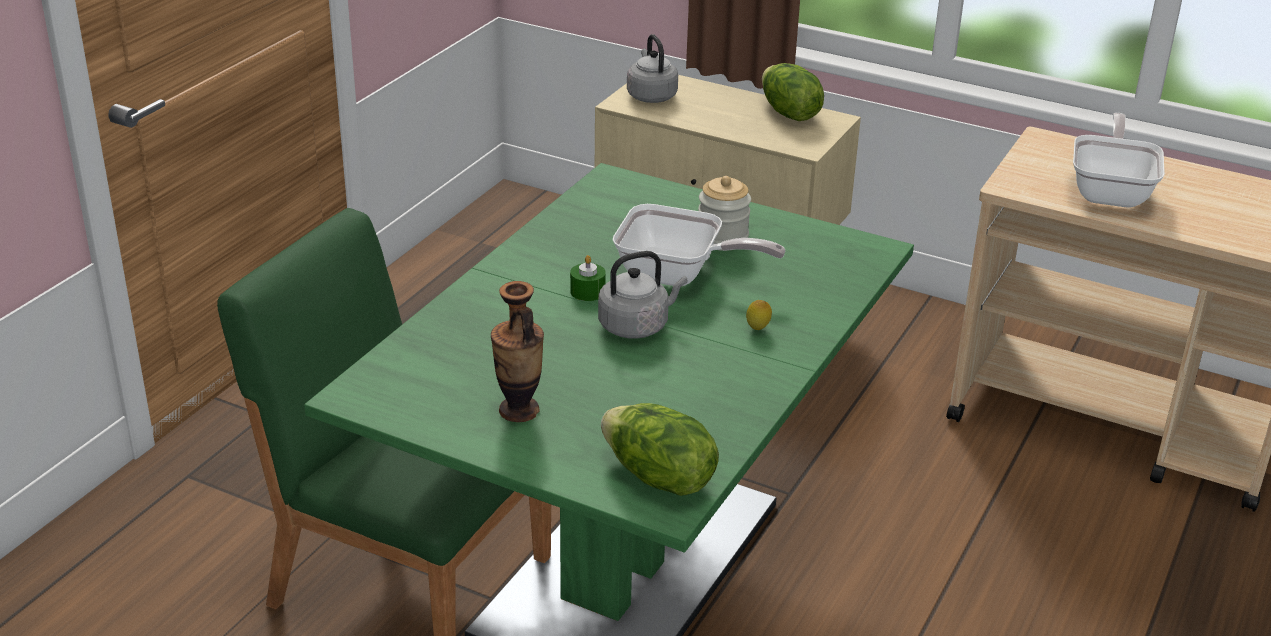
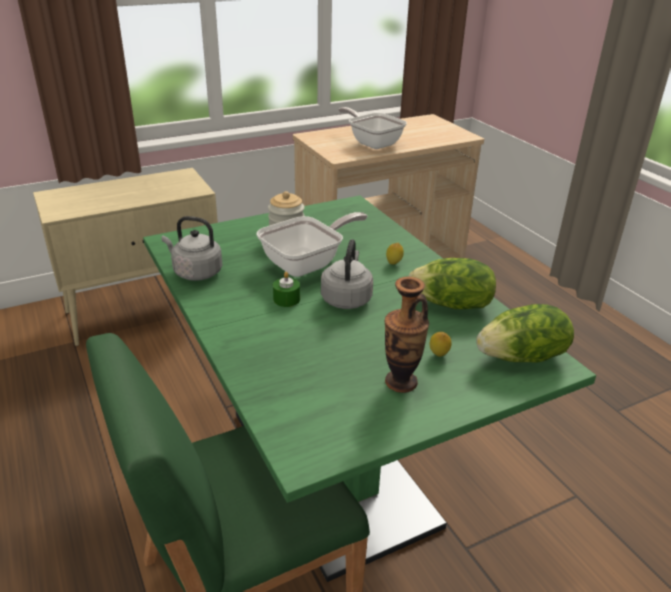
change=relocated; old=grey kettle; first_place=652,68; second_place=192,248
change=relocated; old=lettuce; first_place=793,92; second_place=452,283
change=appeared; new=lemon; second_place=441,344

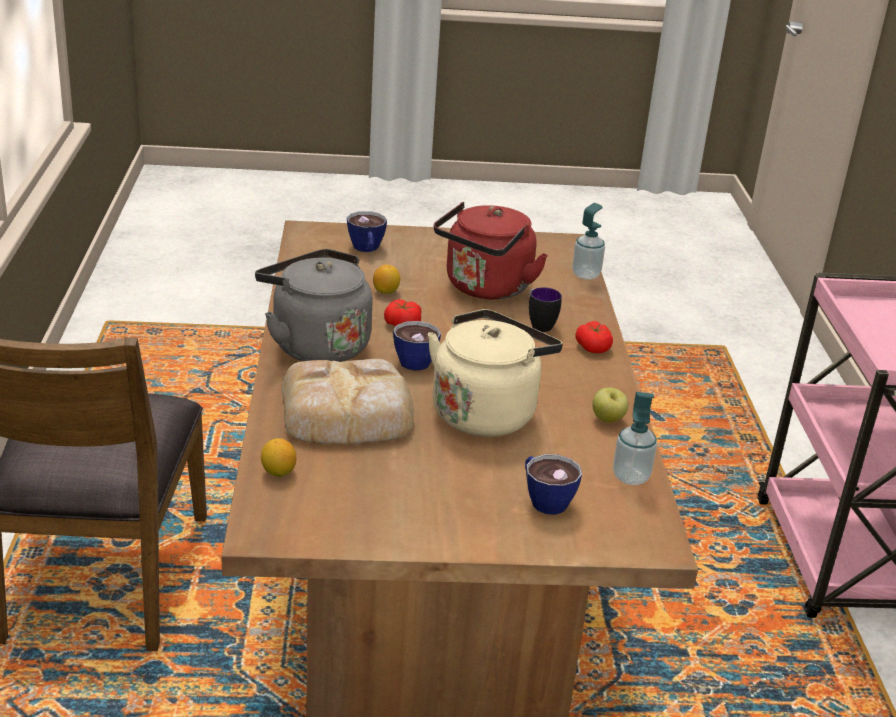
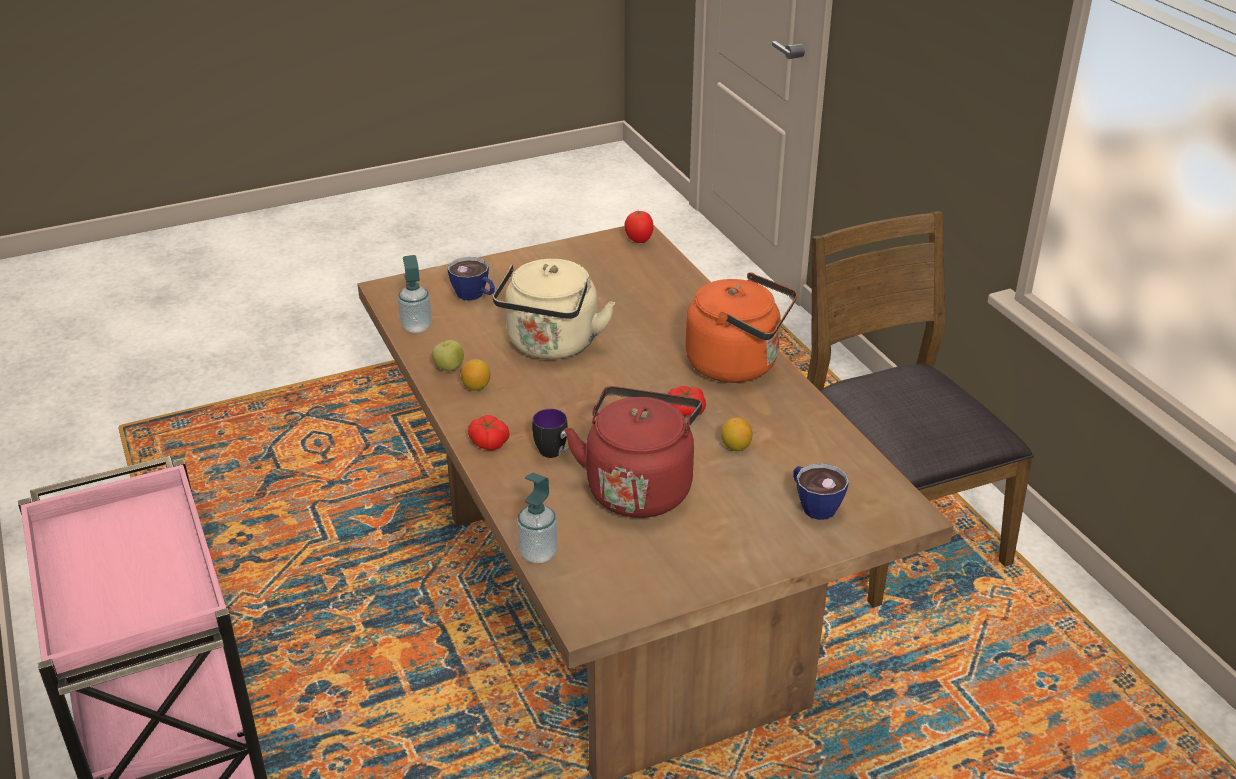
change=colour; old=grey kettle; new=orange kettle; first_place=314,305; second_place=741,327
change=missing; old=cup; first_place=417,345
change=missing; old=bread; first_place=348,402
change=relocated; old=lemon; first_place=278,457; second_place=475,375
change=appeared; new=tomato; second_place=639,227

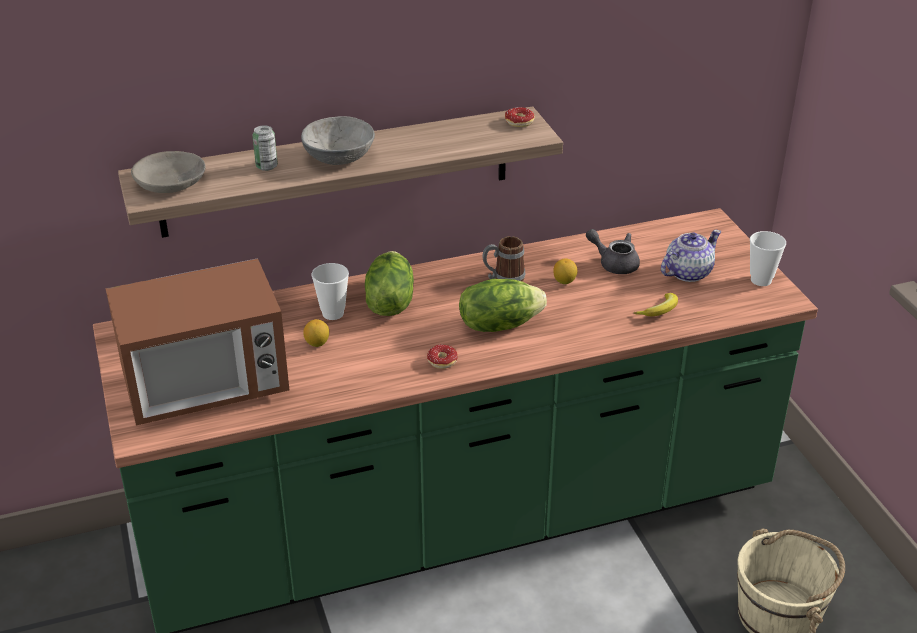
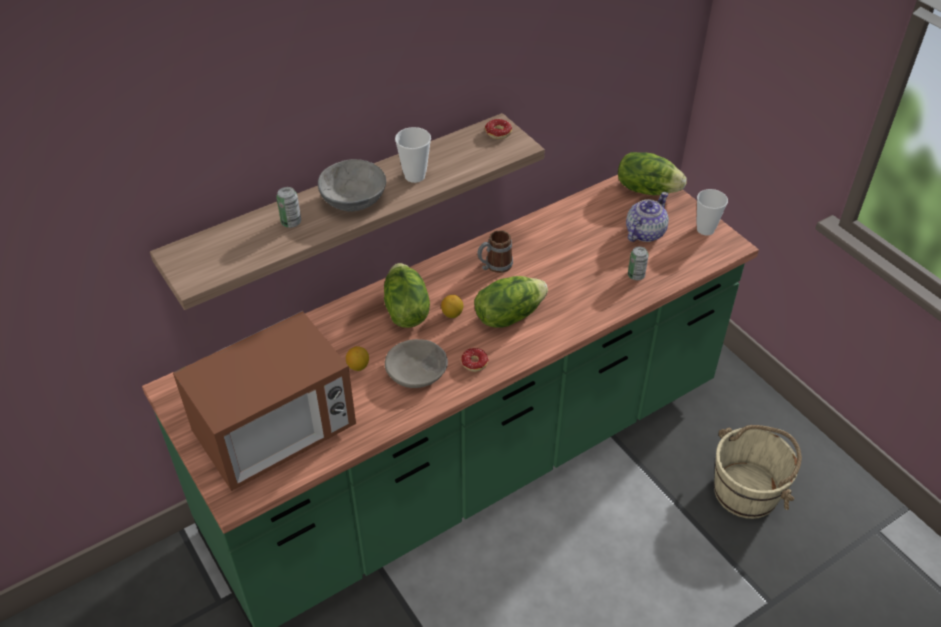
change=relocated; old=grey bowl; first_place=168,172; second_place=416,363
change=missing; old=grey teapot; first_place=613,251
change=relocated; old=lemon; first_place=565,271; second_place=452,306
change=relocated; old=cup; first_place=330,291; second_place=413,155
change=exchanged; old=banana; new=can; first_place=656,304; second_place=638,263
change=appeared; new=lettuce; second_place=652,173

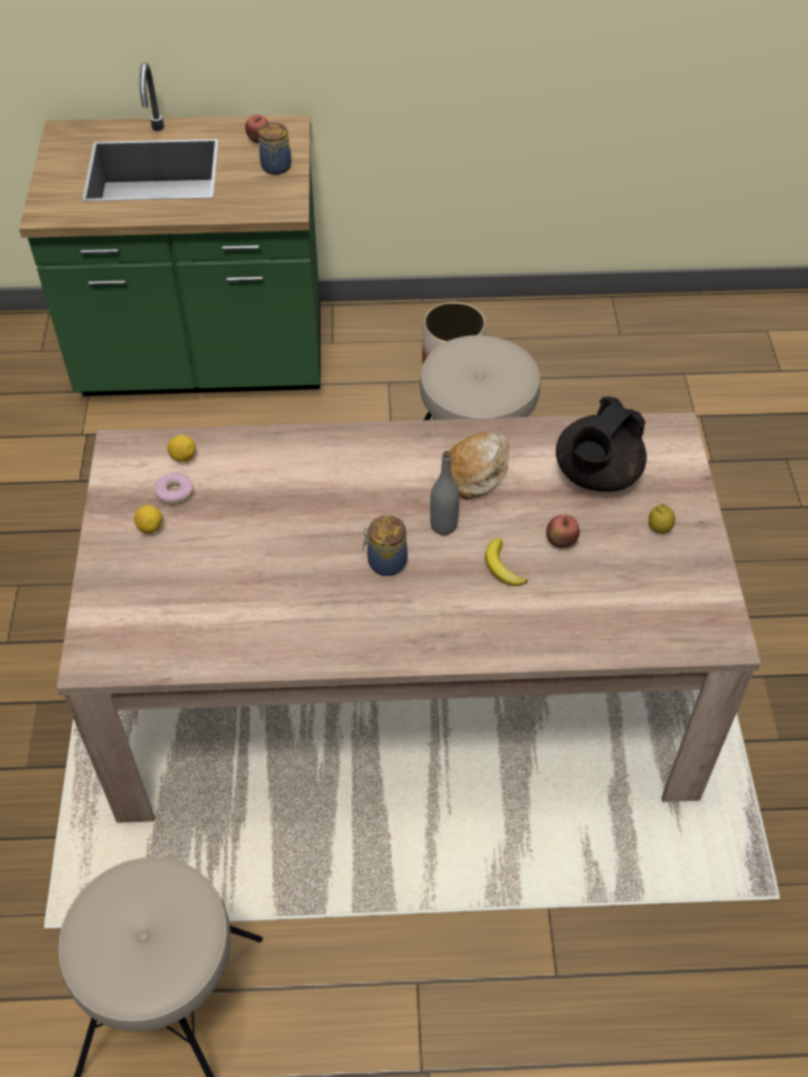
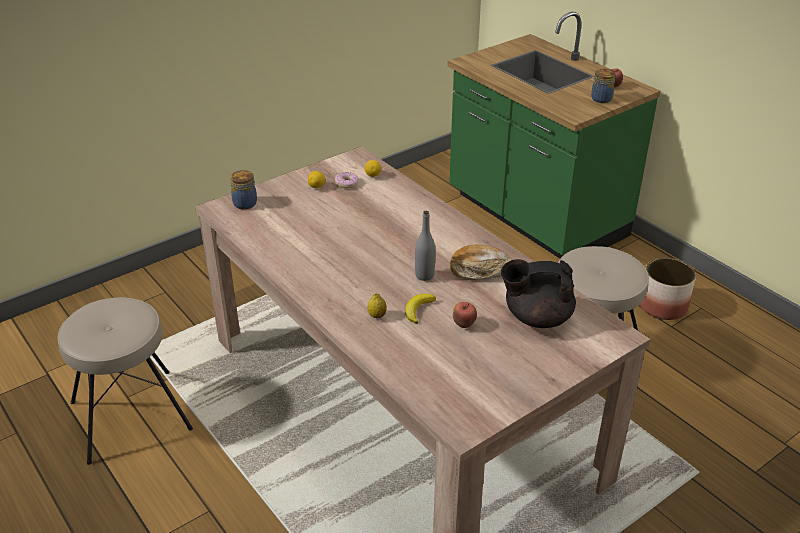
change=relocated; old=lemon; first_place=662,518; second_place=377,306
change=relocated; old=jar; first_place=385,545; second_place=243,189

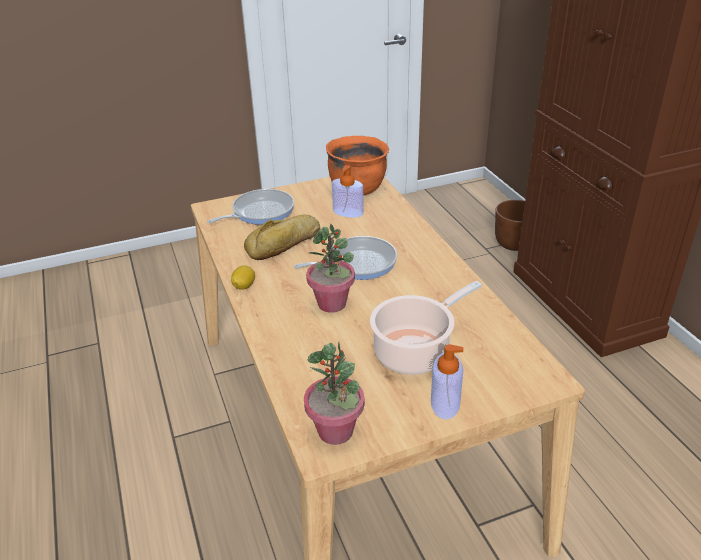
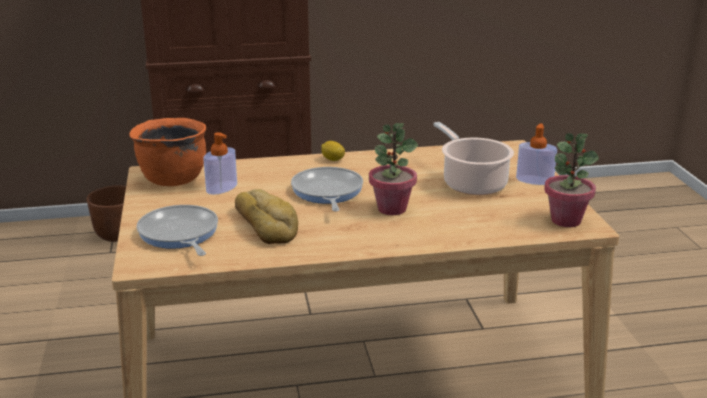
change=relocated; old=lemon; first_place=243,277; second_place=333,151

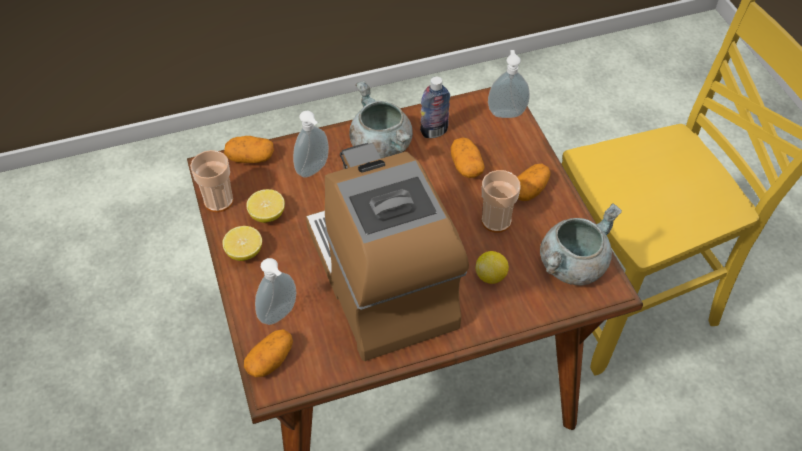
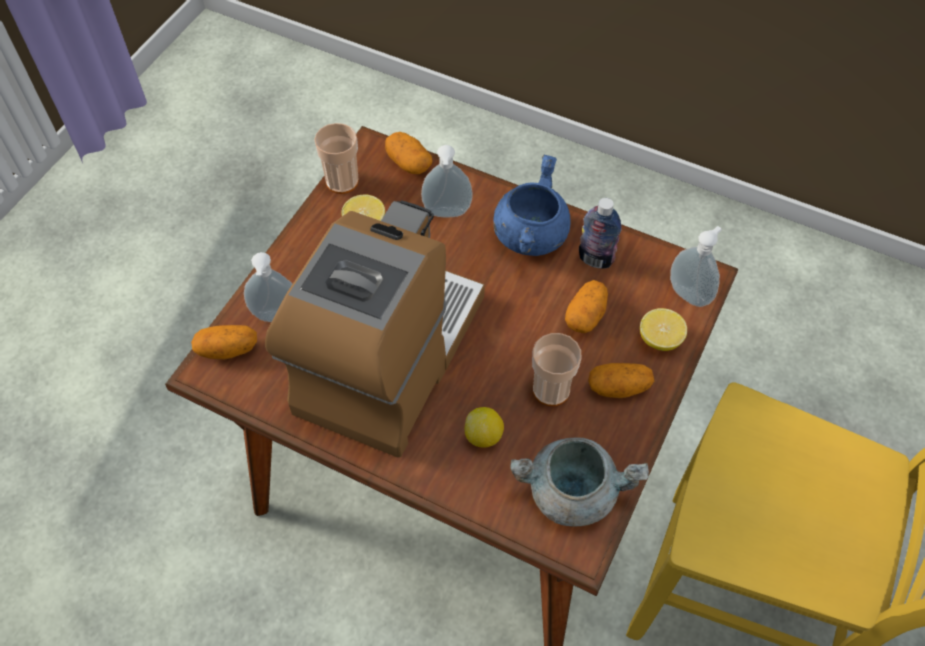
change=colour; old=grey cooking pot; new=blue cooking pot; first_place=381,120; second_place=532,205
change=relocated; old=lemon; first_place=242,243; second_place=663,329

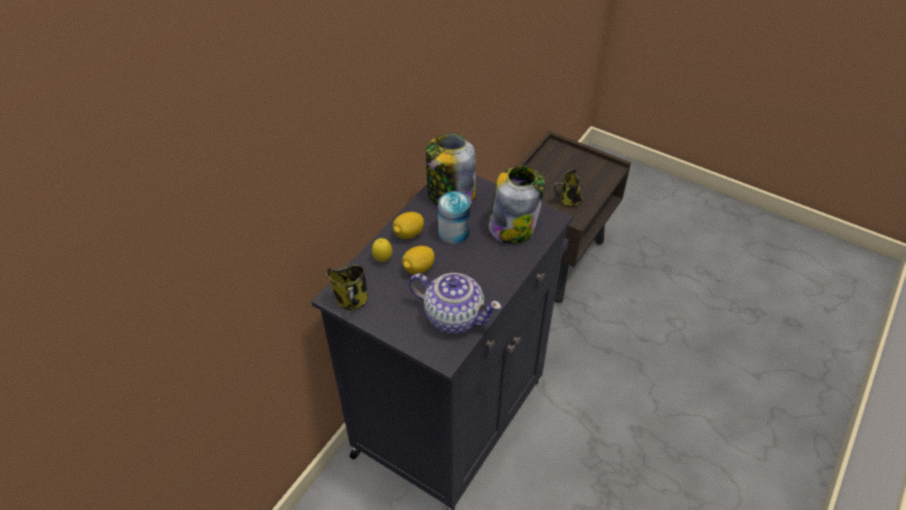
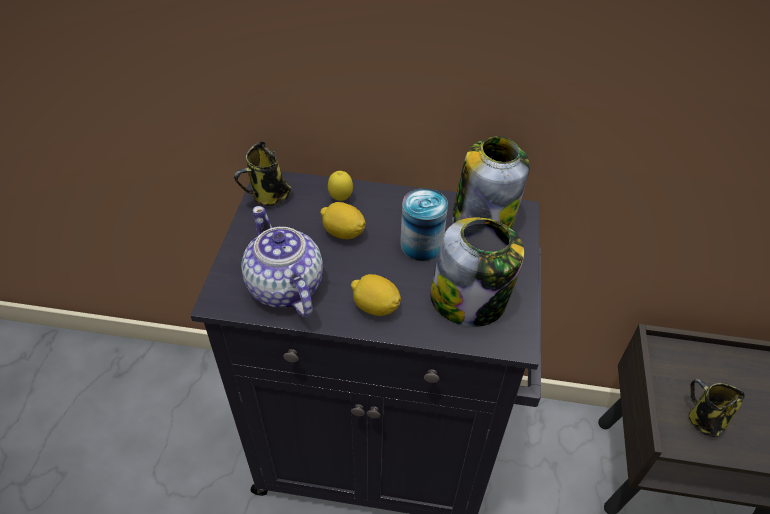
change=relocated; old=lemon; first_place=408,225; second_place=376,295
change=spun; old=teapot; first_place=455,303; second_place=282,261; degrees=150

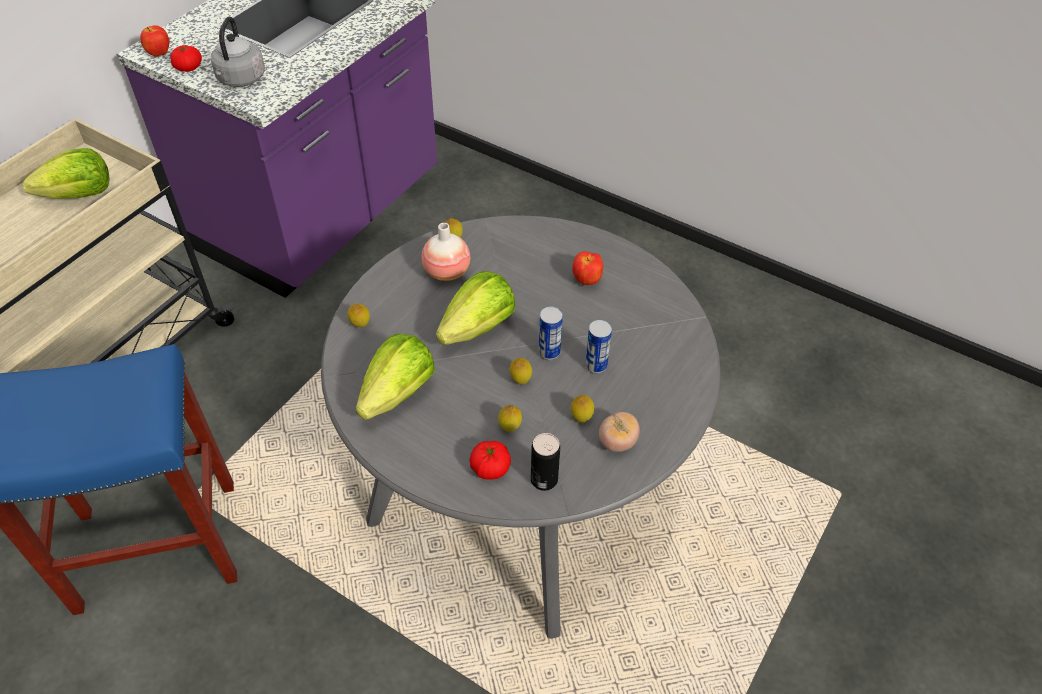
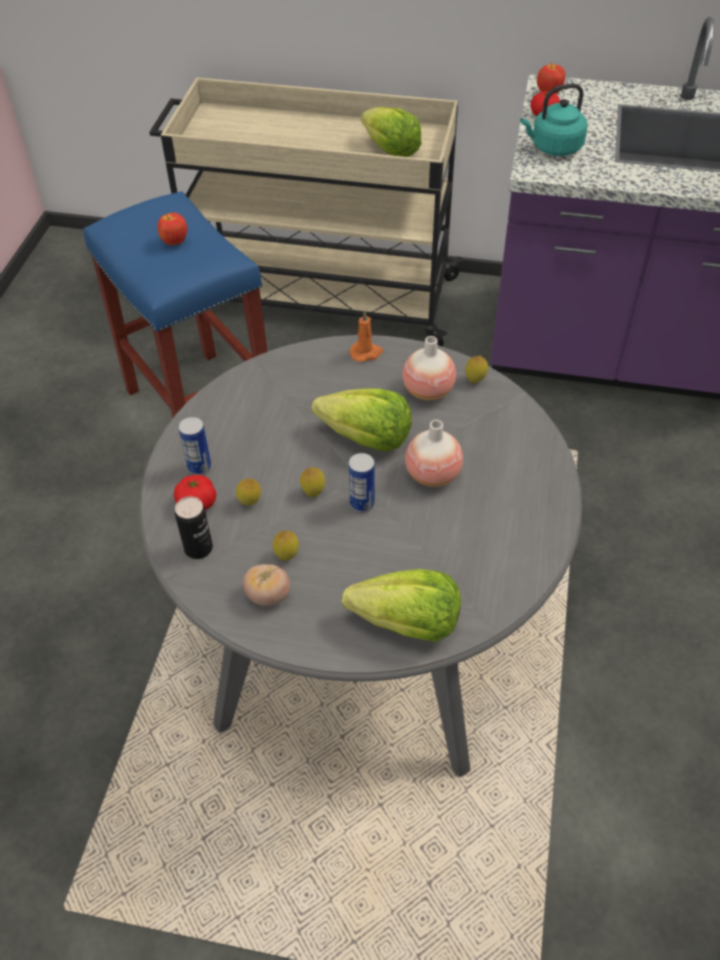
change=colour; old=grey kettle; new=turquoise kettle; first_place=238,52; second_place=554,119
change=relocated; old=apple; first_place=587,268; second_place=172,229
change=missing; old=lemon; first_place=358,315
change=relocated; old=can; first_place=598,347; second_place=194,446
change=relocated; old=lettuce; first_place=395,377; second_place=401,605
change=appeared; new=orange candle; second_place=366,336
change=appeared; new=vase; second_place=434,453

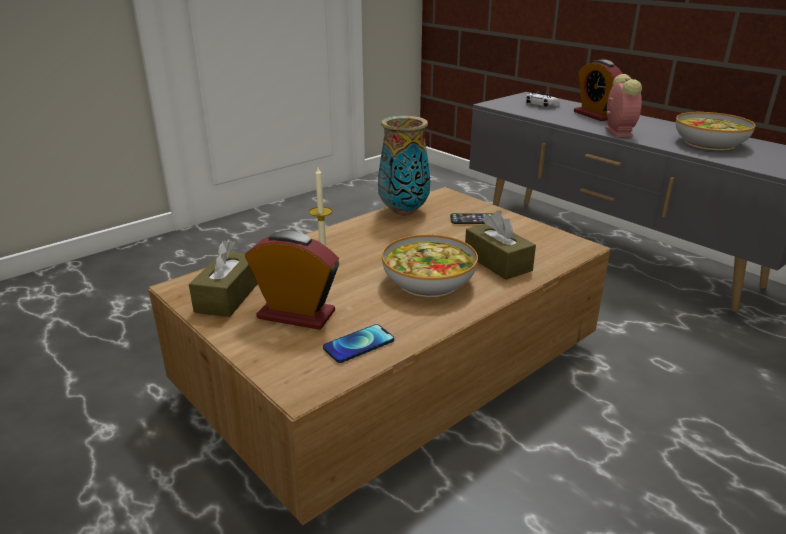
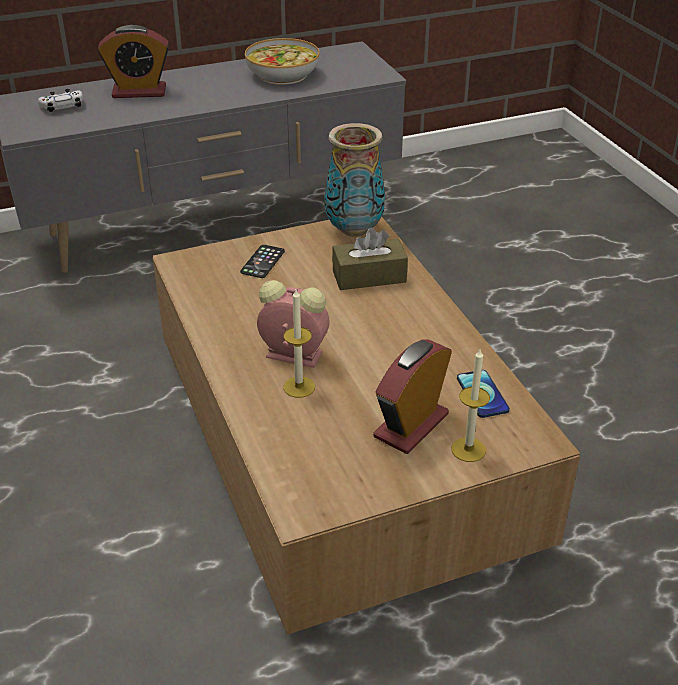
change=relocated; old=alarm clock; first_place=623,105; second_place=293,324
change=relocated; old=vase; first_place=404,165; second_place=355,180
change=missing; old=bowl; first_place=430,266
change=missing; old=brown tissue box; first_place=223,278
change=appeared; new=candle; second_place=470,405

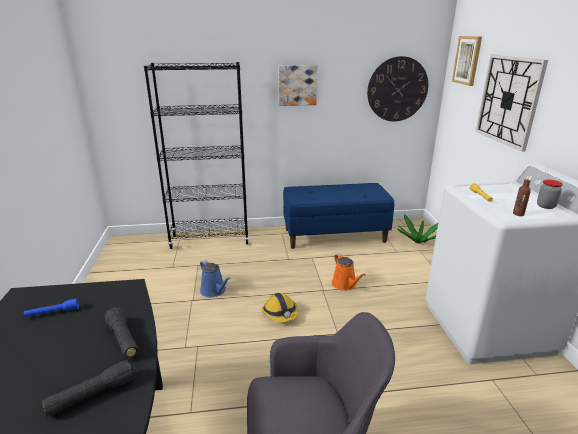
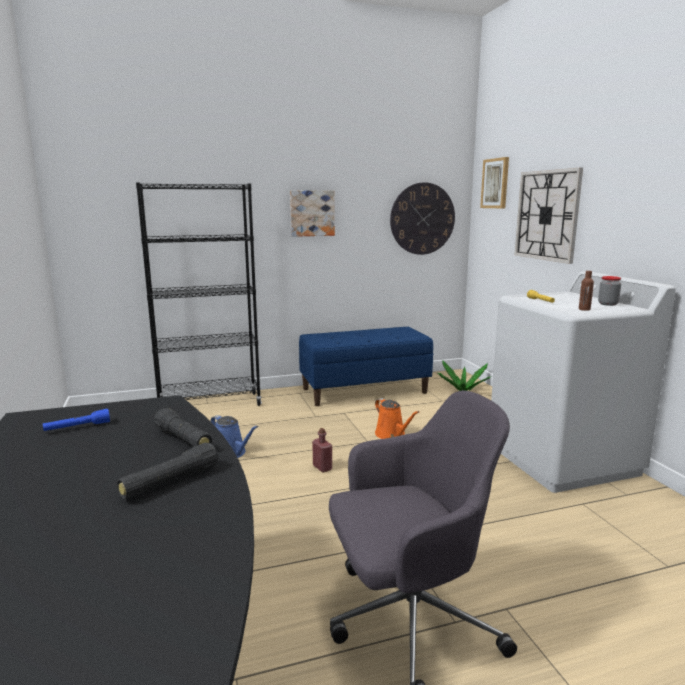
change=exchanged; old=hard hat; new=red bottle; first_place=280,308; second_place=322,450

